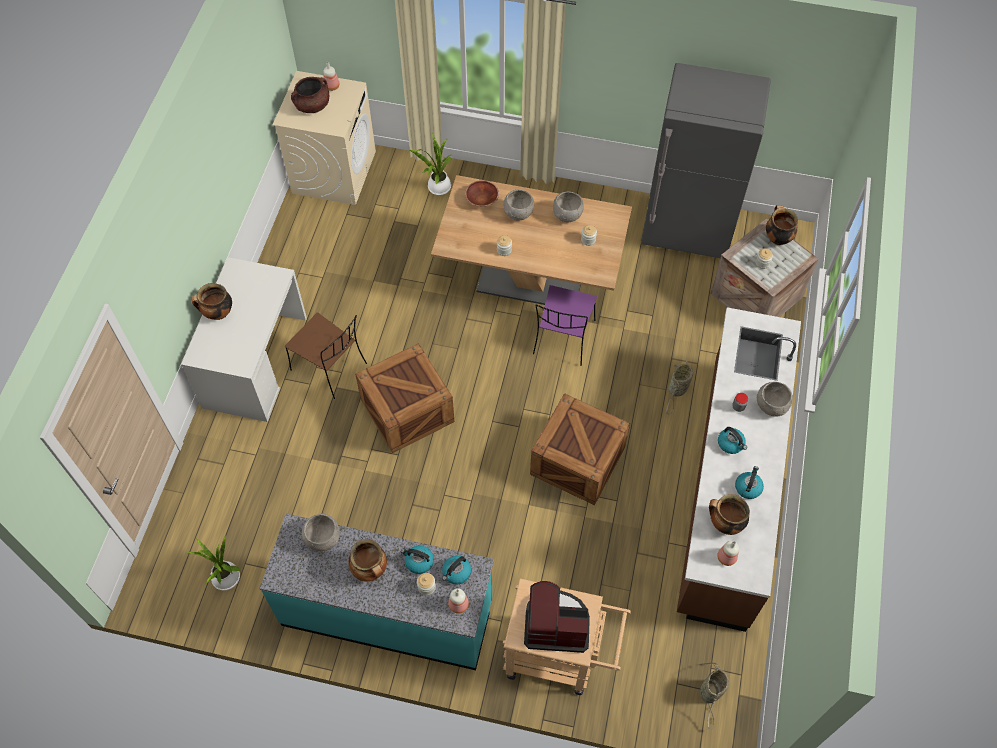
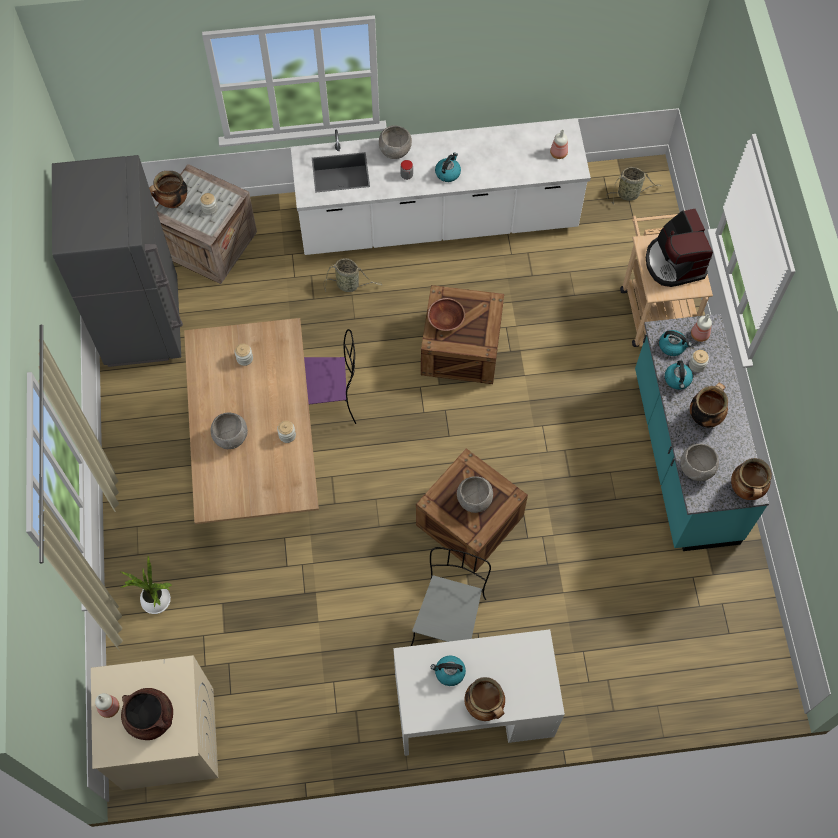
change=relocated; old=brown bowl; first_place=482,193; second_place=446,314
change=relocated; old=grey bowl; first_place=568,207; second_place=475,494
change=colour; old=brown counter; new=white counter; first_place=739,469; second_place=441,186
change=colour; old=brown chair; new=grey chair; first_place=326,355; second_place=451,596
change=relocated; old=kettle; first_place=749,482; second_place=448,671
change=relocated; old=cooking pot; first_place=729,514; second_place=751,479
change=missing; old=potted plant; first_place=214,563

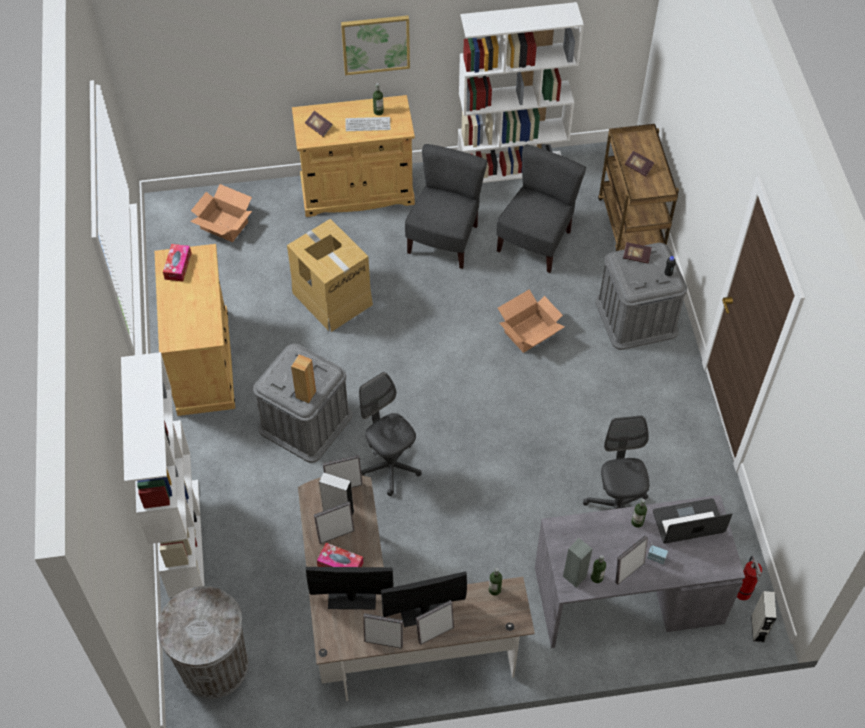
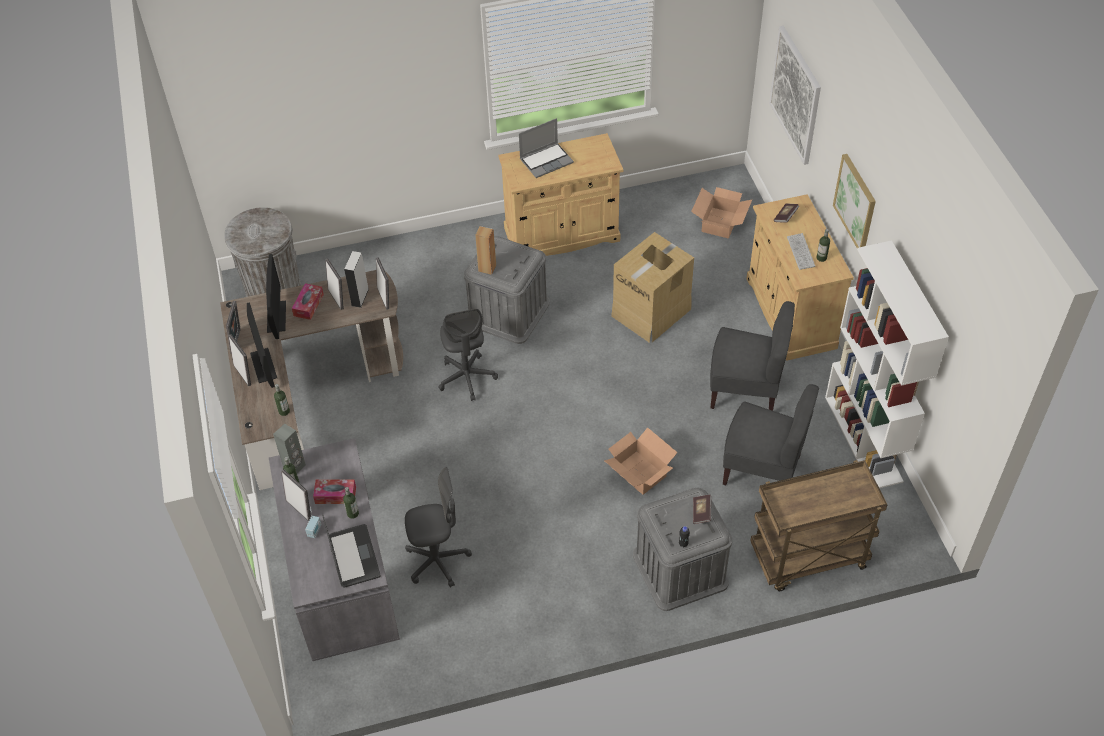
change=missing; old=book; first_place=639,164
change=relocated; old=tissue box; first_place=177,263; second_place=334,491
change=missing; old=white bookcase; first_place=163,475
change=spun; old=grey office chair; first_place=390,434; second_place=468,355; degrees=120
change=missing; old=fire extinguisher; first_place=749,578
change=missing; old=white speaker; first_place=764,616
change=appeared; new=picture; second_place=795,95
change=appeared; new=laptop; second_place=546,148

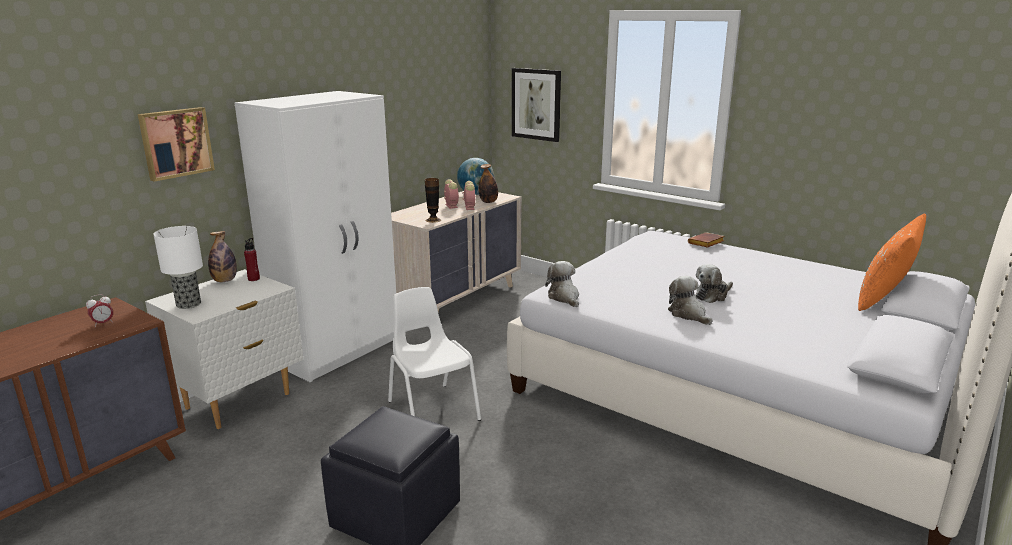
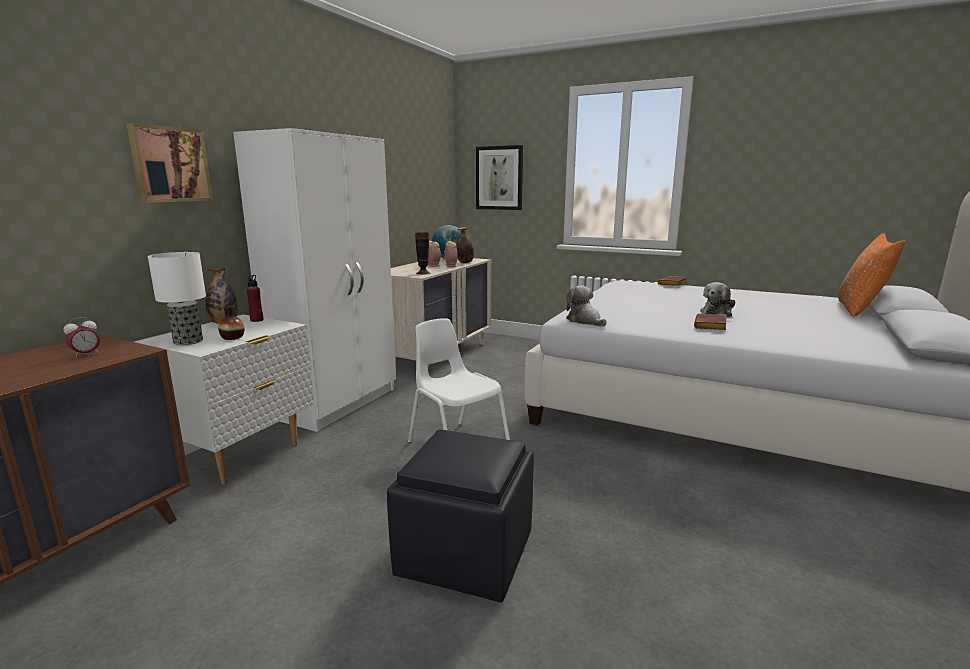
change=exchanged; old=plush toy; new=brown book; first_place=690,300; second_place=710,322
change=appeared; new=vase; second_place=231,322

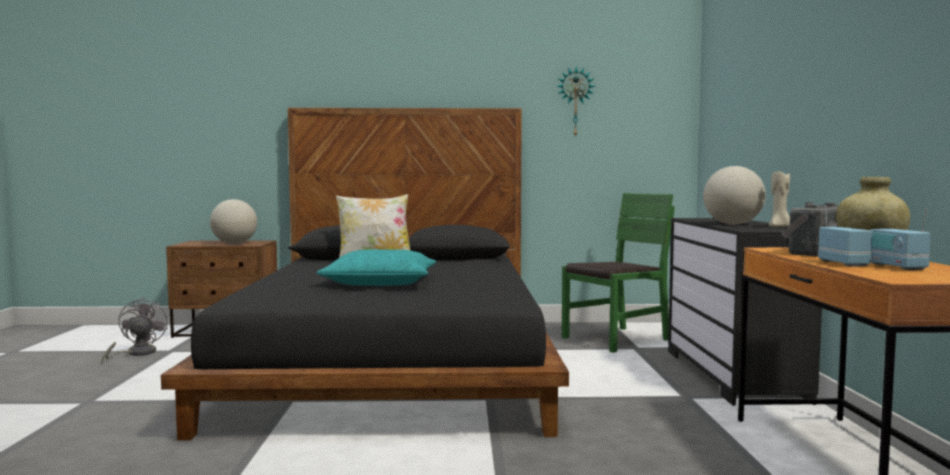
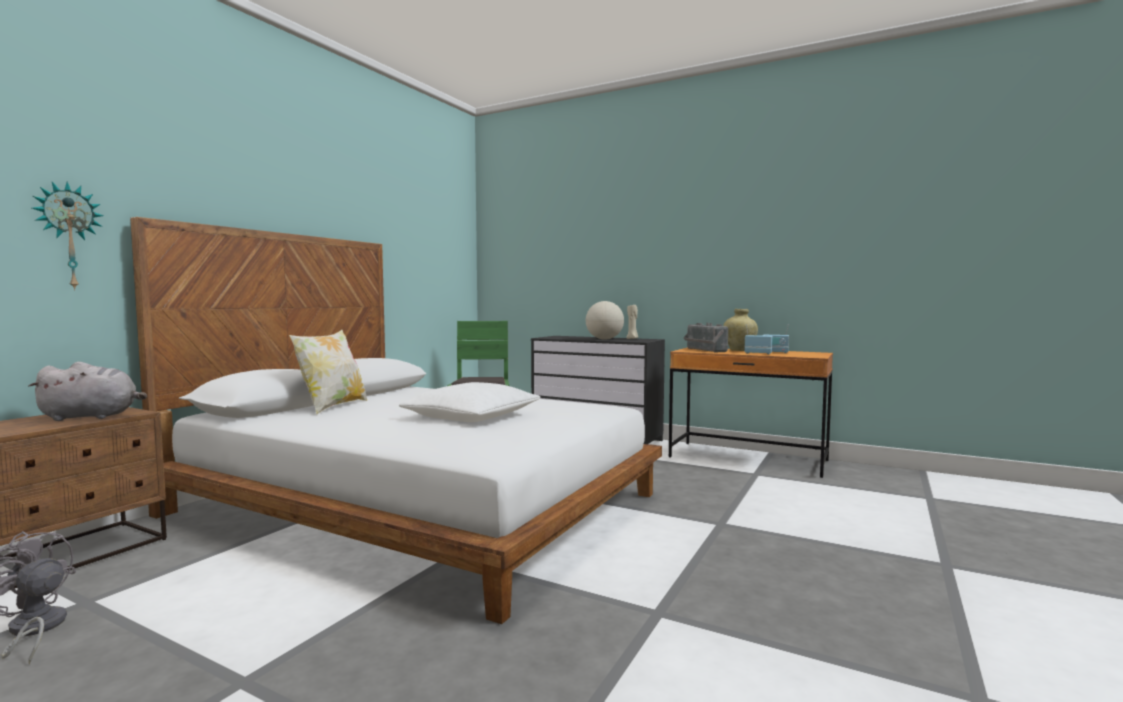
change=relocated; old=wall clock; first_place=576,102; second_place=67,236
change=colour; old=black bed; new=white bed; first_place=365,274; second_place=396,420
change=exchanged; old=globe; new=grey plush toy; first_place=233,221; second_place=88,391
change=colour; old=turquoise pillow; new=white pillow; first_place=376,267; second_place=470,402

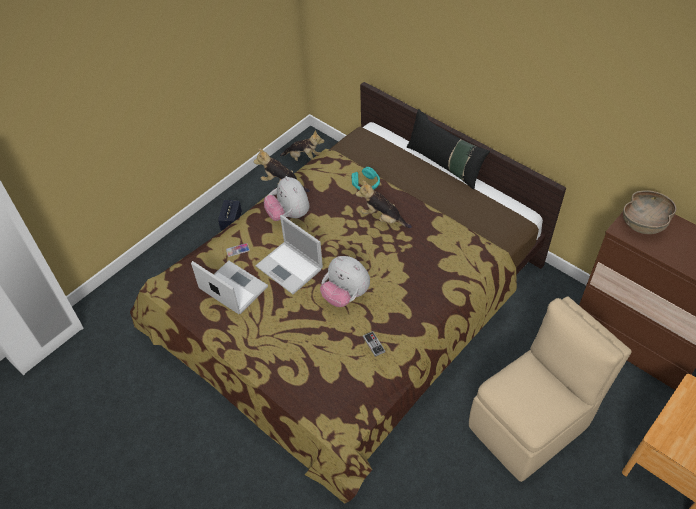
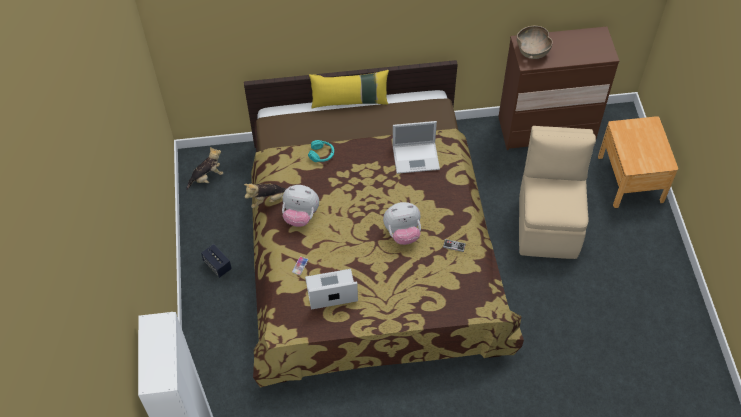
change=colour; old=black pillow; new=yellow pillow; first_place=448,149; second_place=349,89
change=missing; old=plush toy; first_place=384,204
change=relocated; old=laptop; first_place=289,254; second_place=416,147

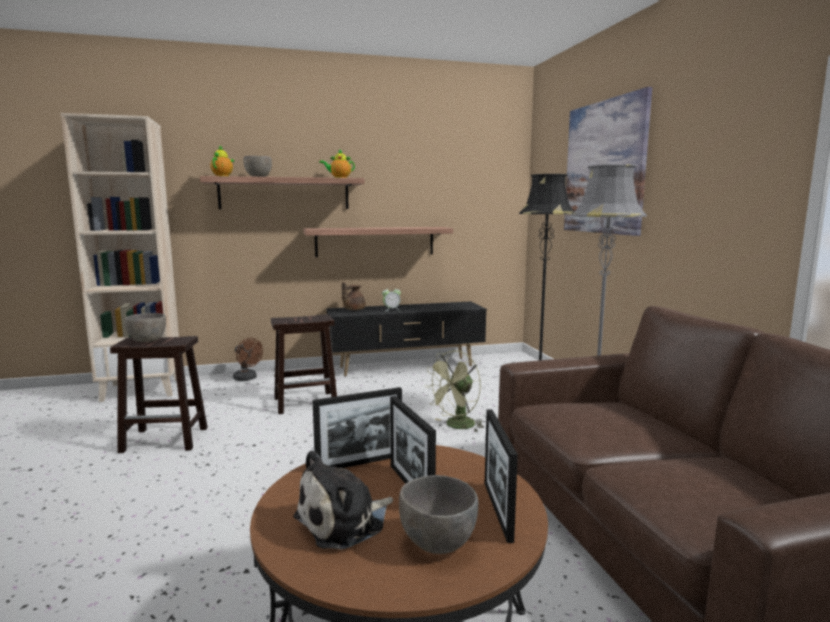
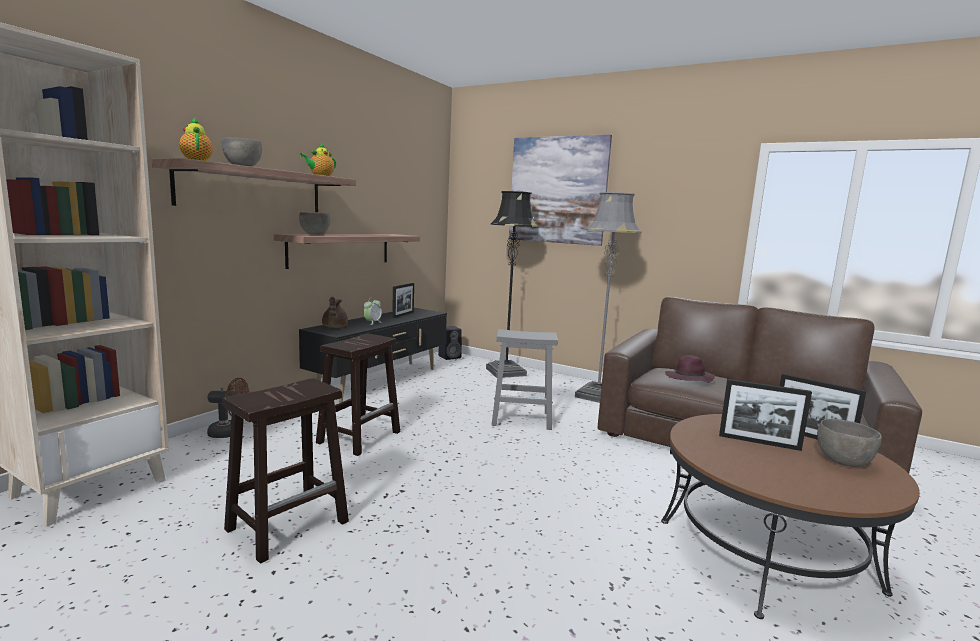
change=relocated; old=grey bowl; first_place=145,327; second_place=314,223
change=exchanged; old=green fan; new=grey stool; first_place=454,391; second_place=525,379
change=relocated; old=picture frame; first_place=357,427; second_place=403,300
change=missing; old=plush toy; first_place=343,499
change=appeared; new=black speaker; second_place=450,343
change=appeared; new=purple hat; second_place=690,369

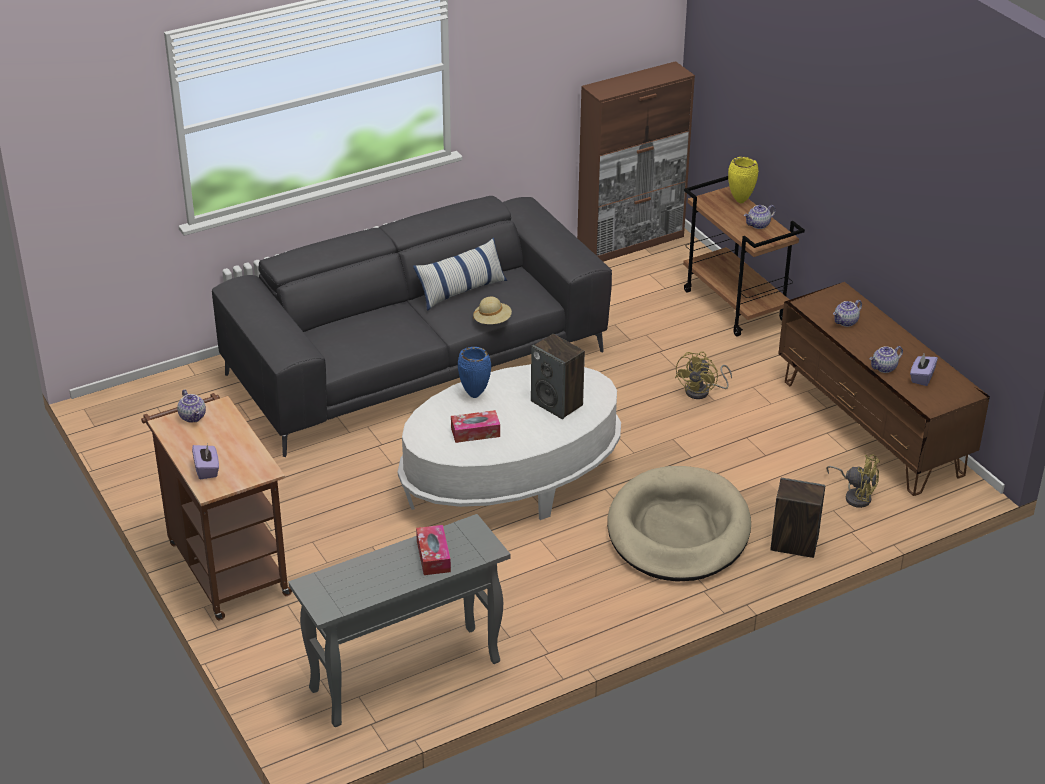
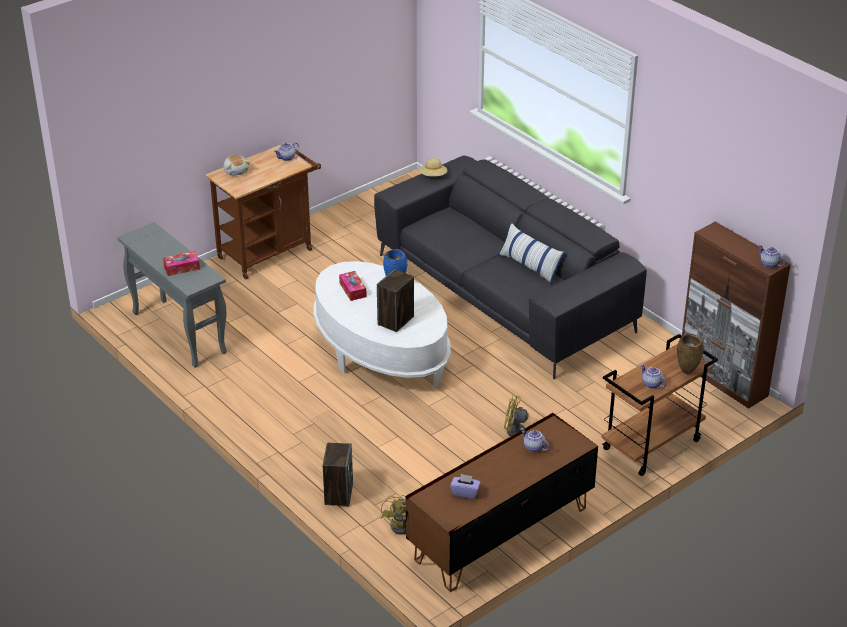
change=colour; old=yellow vase; new=brown vase; first_place=743,180; second_place=690,353
change=relocated; old=beige hat; first_place=492,310; second_place=433,167
change=relocated; old=teapot; first_place=886,359; second_place=771,256
change=exchanged; old=purple tissue box; new=plush toy; first_place=205,461; second_place=236,165
change=missing; old=beige dog bed; first_place=679,524

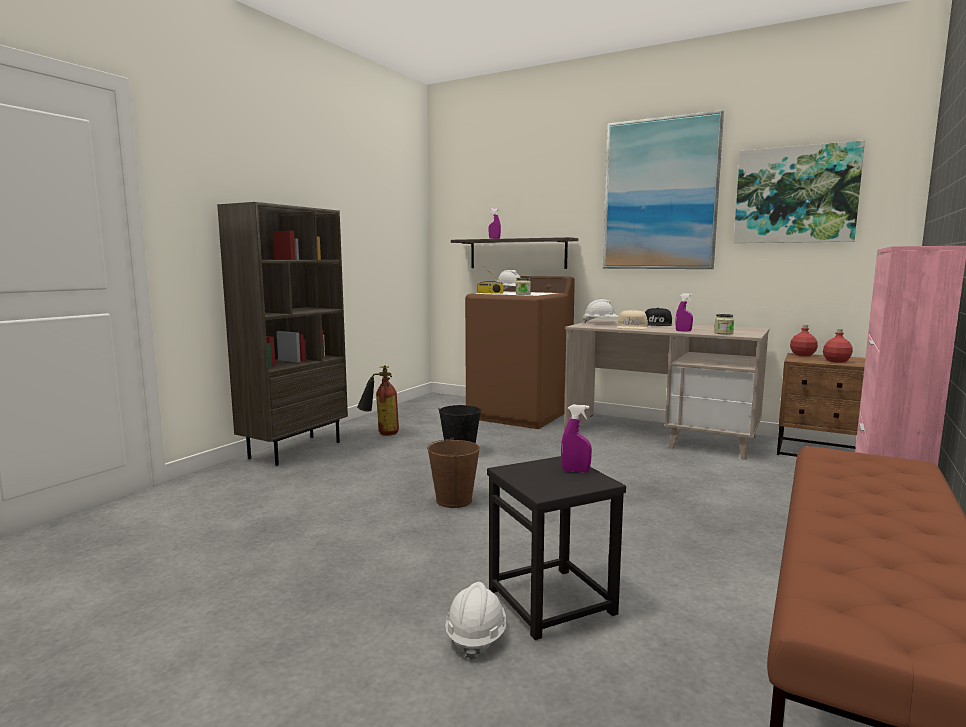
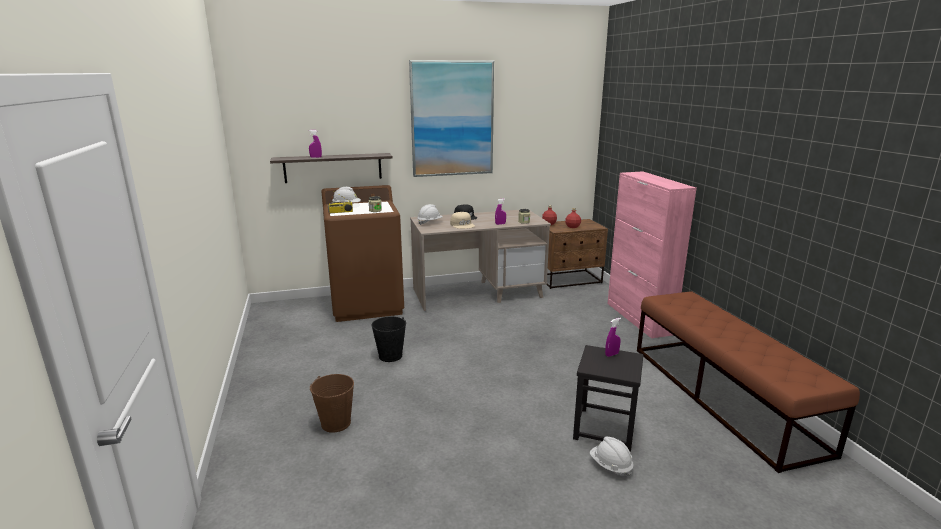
change=missing; old=picture; first_place=799,191
change=missing; old=brown bookcase; first_place=282,334
change=missing; old=fire extinguisher; first_place=378,400
change=relocated; old=brown bucket; first_place=453,472; second_place=332,403

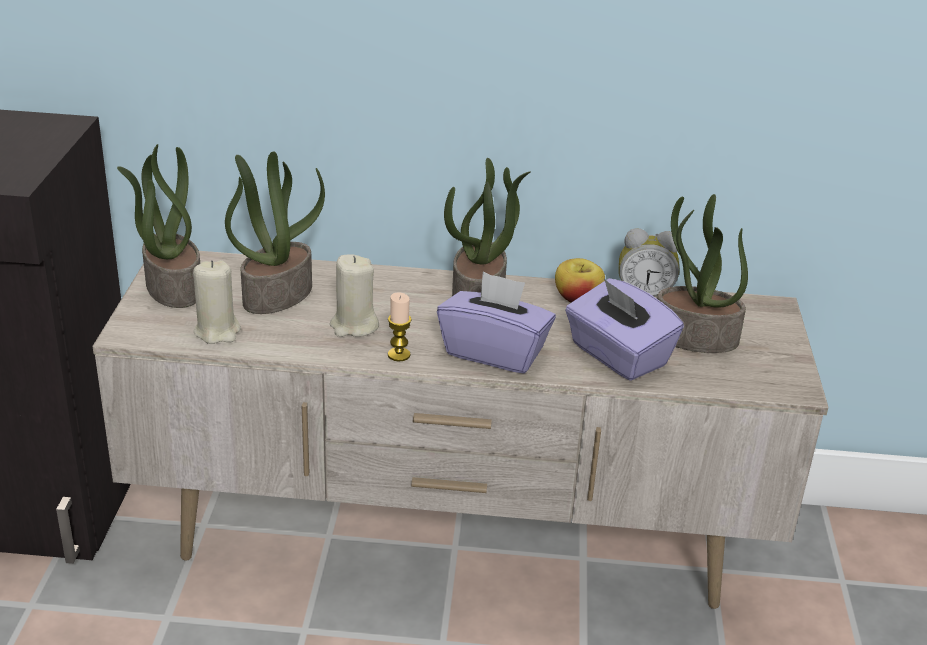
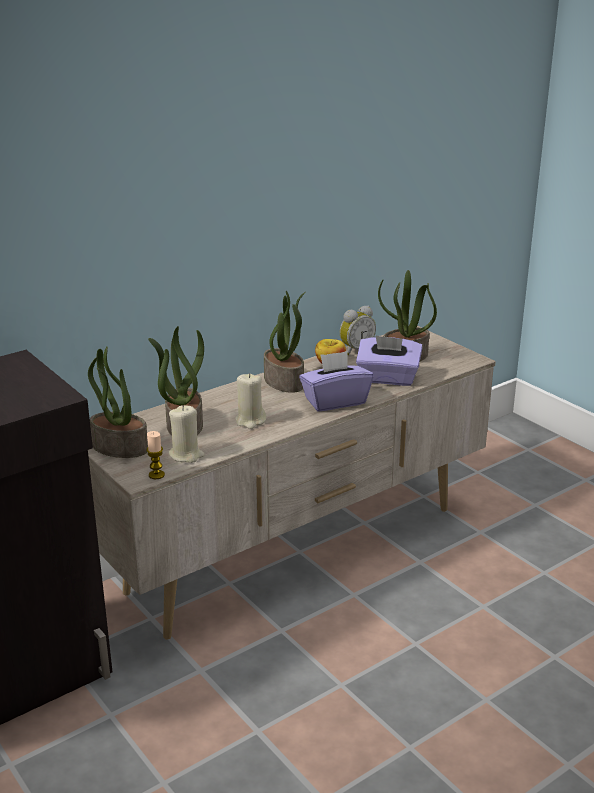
change=relocated; old=candle; first_place=400,326; second_place=156,455

